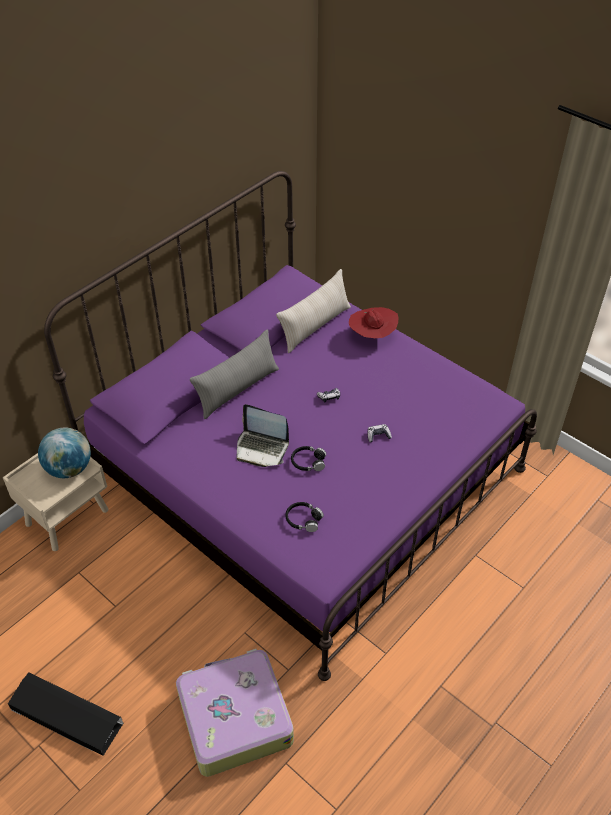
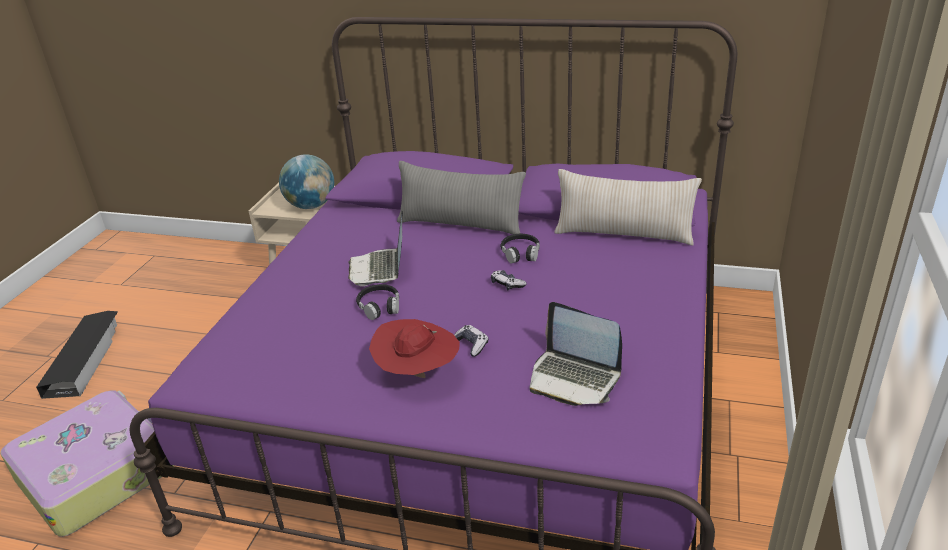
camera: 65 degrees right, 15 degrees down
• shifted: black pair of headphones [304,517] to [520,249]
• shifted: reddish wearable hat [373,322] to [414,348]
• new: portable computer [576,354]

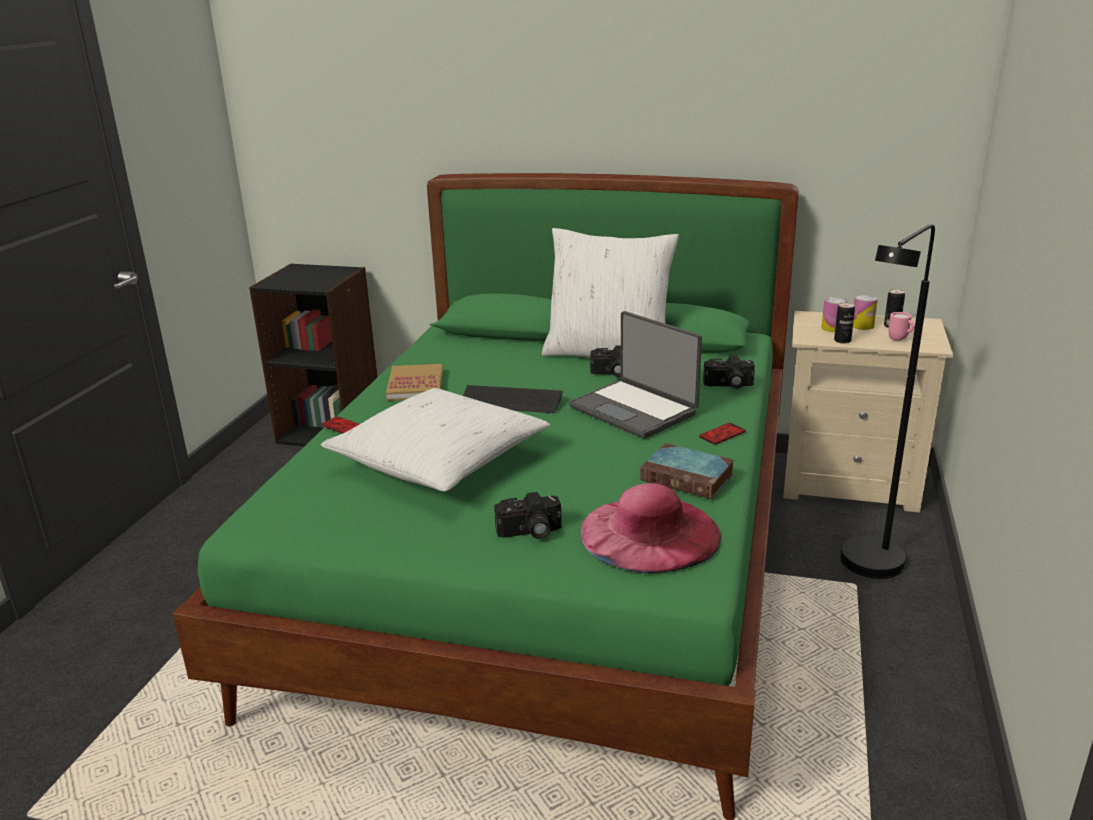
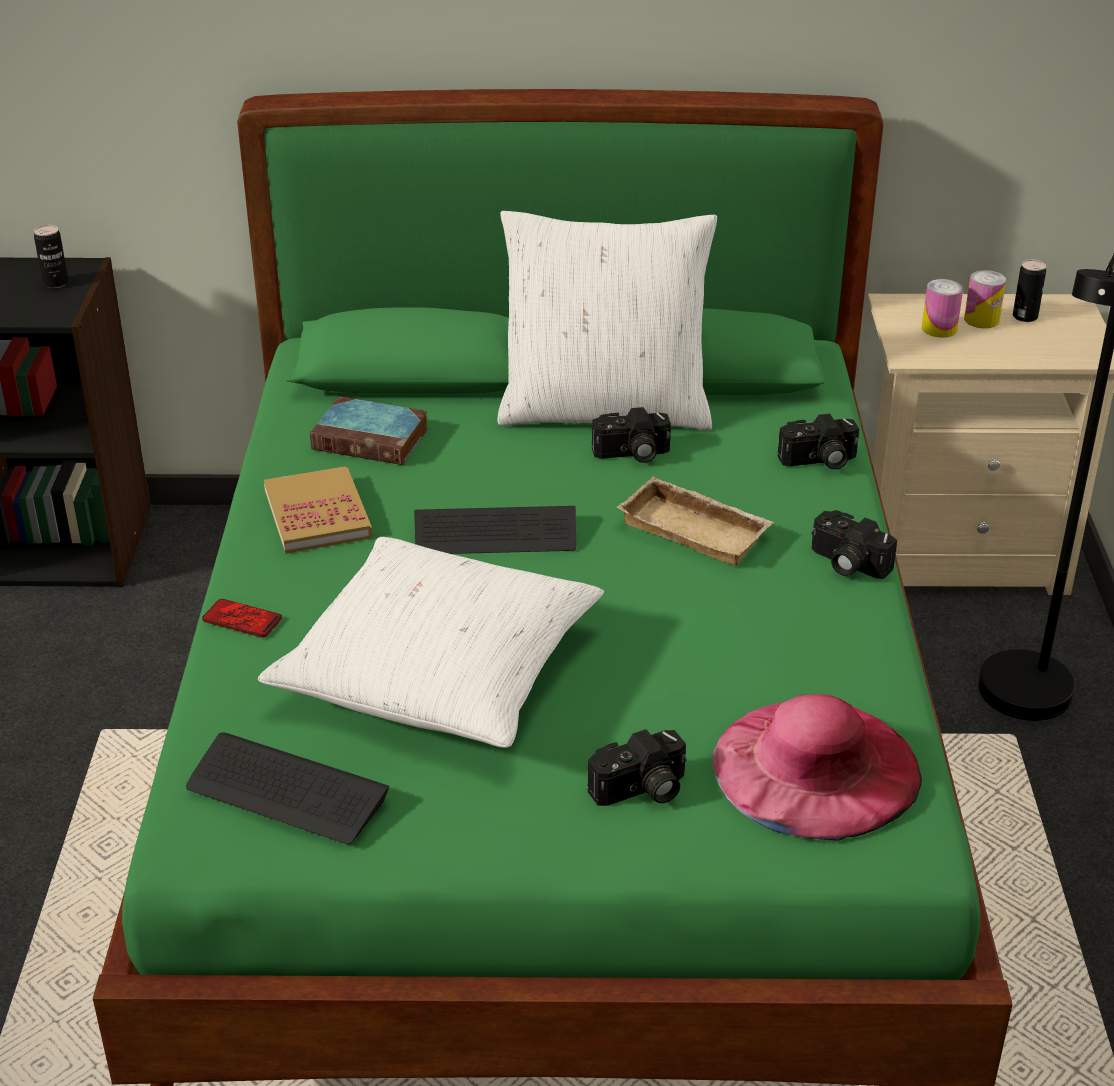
camera: 15 degrees left, 10 degrees up
• swapped: portable computer [635,375] to sand-coloured tray [695,521]
• shifted: bound book [687,471] to [369,430]
• swapped: phone [722,434] to still camera [854,544]
• shifted: can [844,323] to [51,256]
• gone: pink-coloured coffee mug [901,326]
• new: PC keyboard [287,788]

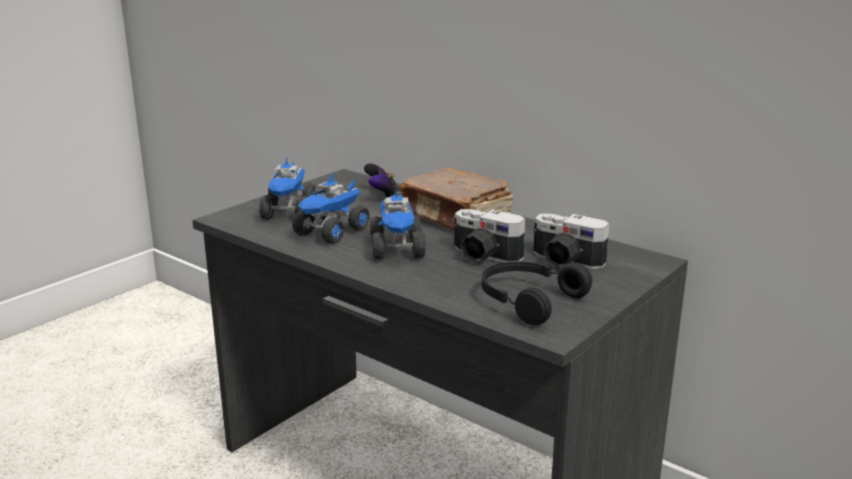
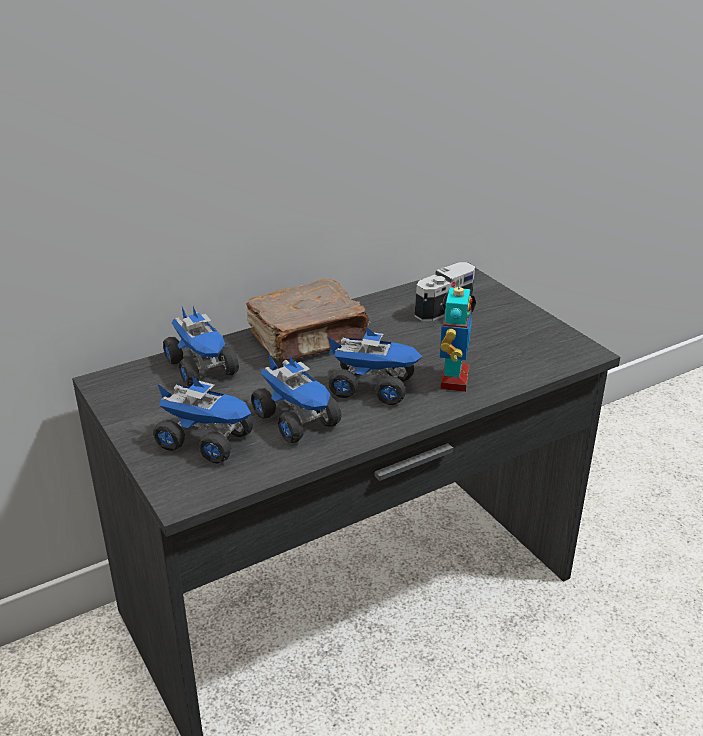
camera: 70 degrees left, 10 degrees up
• swapped: joypad [381,180] to model truck [201,346]
• gone: still camera [490,236]
• gone: black pair of headphones [537,293]
• new: model robot [456,334]

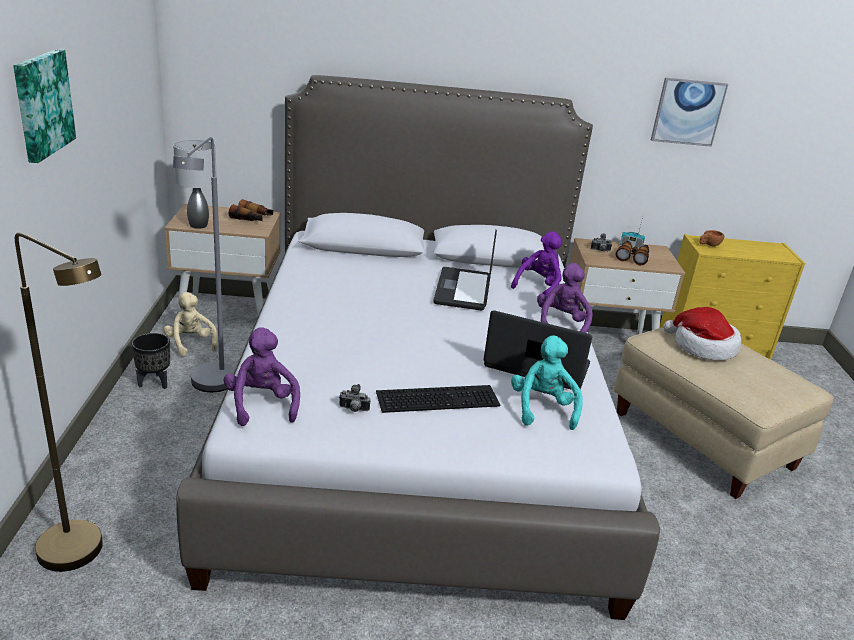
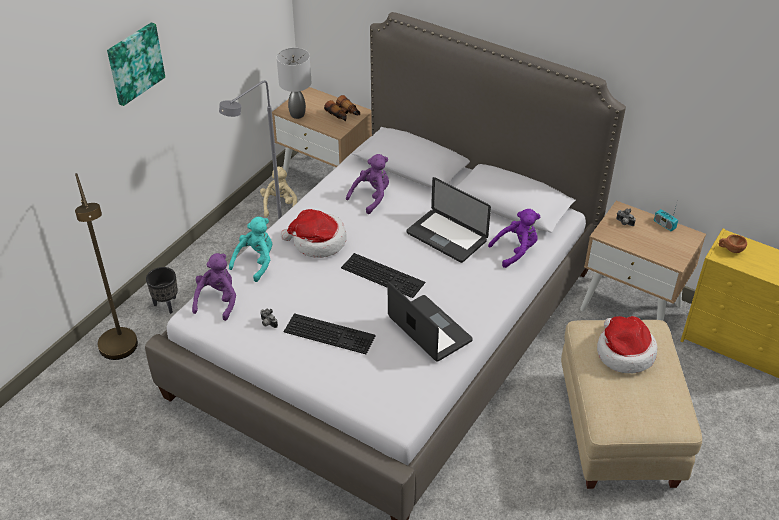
camera: 35 degrees right, 15 degrees up
• shifted: black planter [151,361] to [162,290]
• rotated: portable computer [465,270] = [448,220] 90 degrees counterclockwise
• shifted: turquoise-coloured plush toy [547,382] to [250,249]
• shifted: purplish plush toy [565,298] to [367,184]
• gone: pair of binoculars [632,253]
• gone: picture [689,112]
• new: wearable hat [314,233]
• new: PC keyboard [383,275]

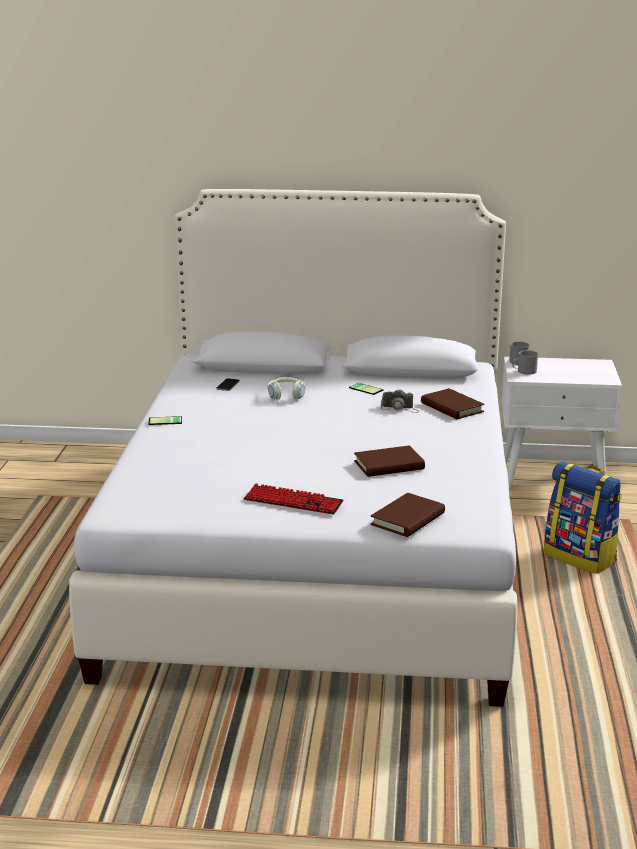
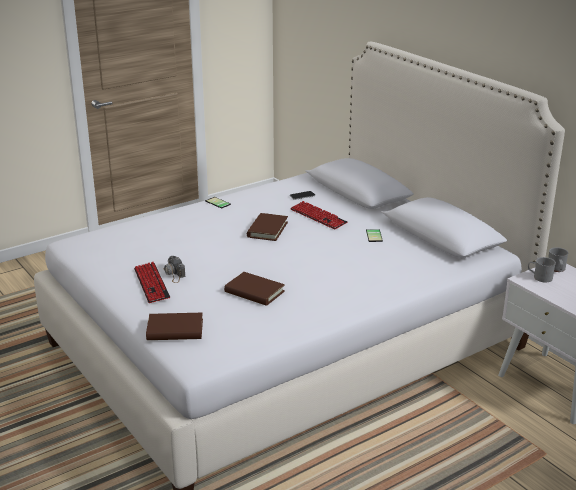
camera: 50 degrees right, 5 degrees up
• swapped: pair of headphones [286,388] to PC keyboard [319,215]
• shifted: still camera [400,401] to [175,269]
• shifted: brown bound book [452,403] to [267,227]
• gone: backpack [583,518]

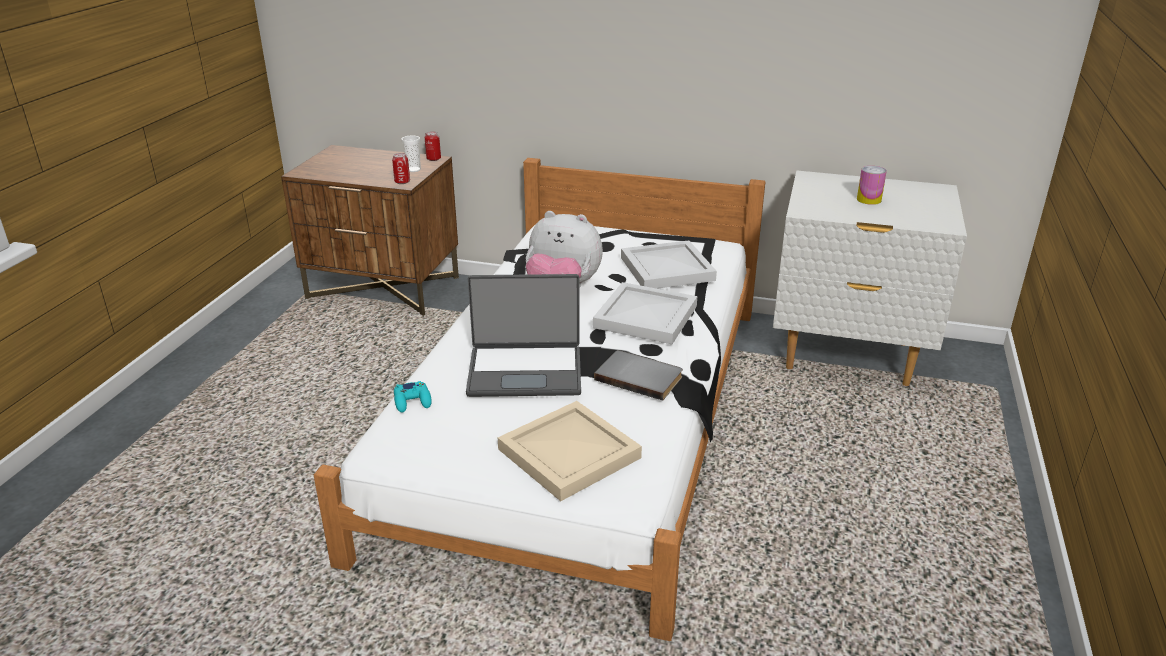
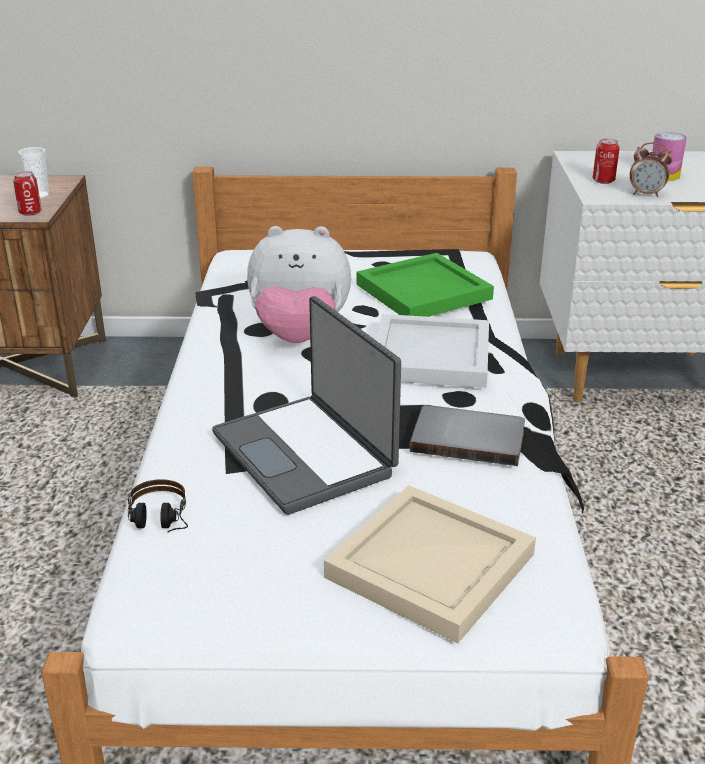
camera: 15 degrees left, 0 degrees up
• swapped: turquoise-coloured joypad [413,397] to pair of headphones [158,506]
• shifted: can [433,146] to [606,161]
• rotated: portable computer [523,335] = [306,405] 75 degrees clockwise
• repainted: white-coloured tray [669,264] to green tray [425,285]
• new: alarm clock [651,169]

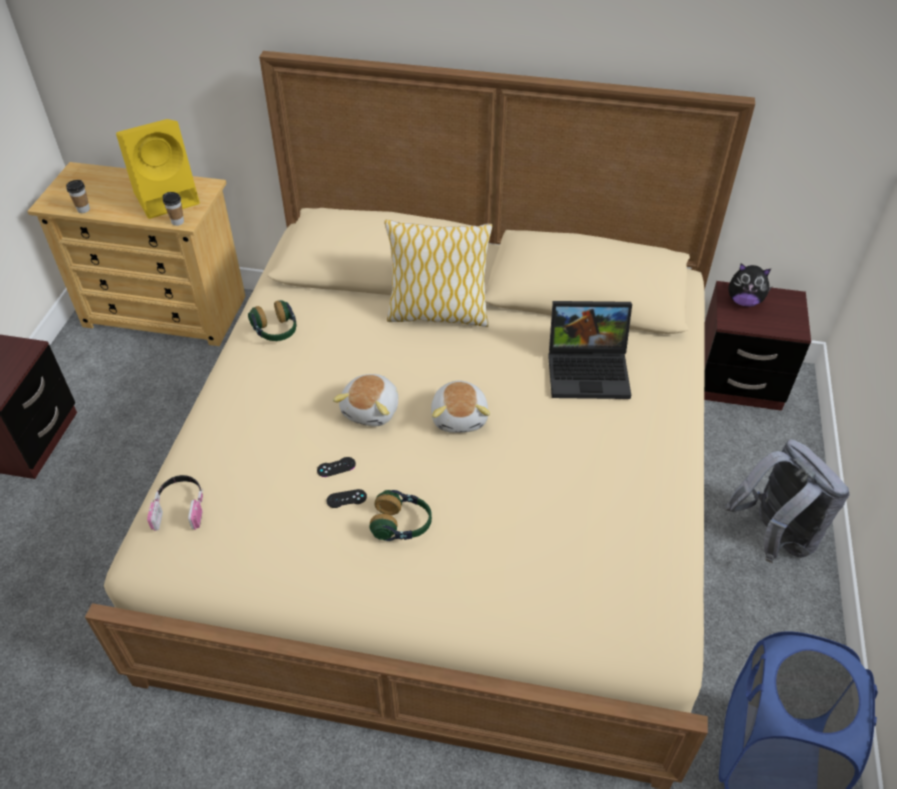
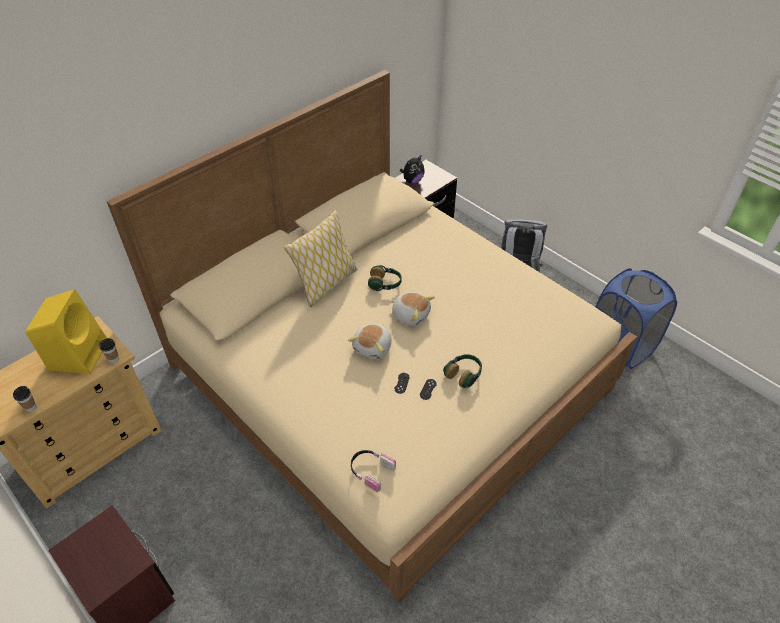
camera: 55 degrees left, 0 degrees up
• shifted: pair of headphones [272,320] to [385,278]
• rotated: plush toy [365,400] = [370,341] 60 degrees clockwise
• gone: portable computer [590,350]

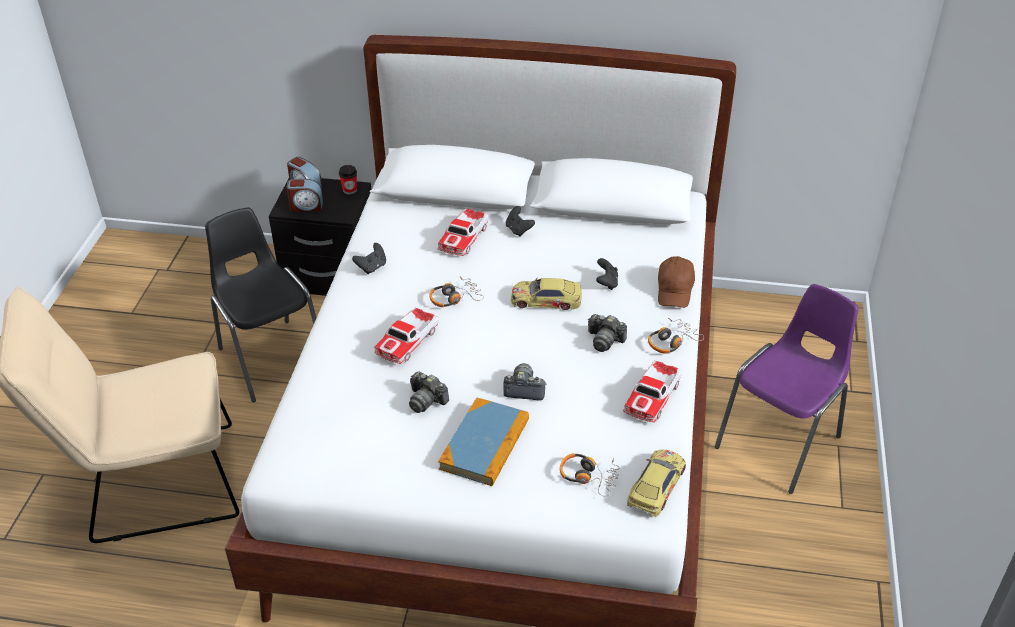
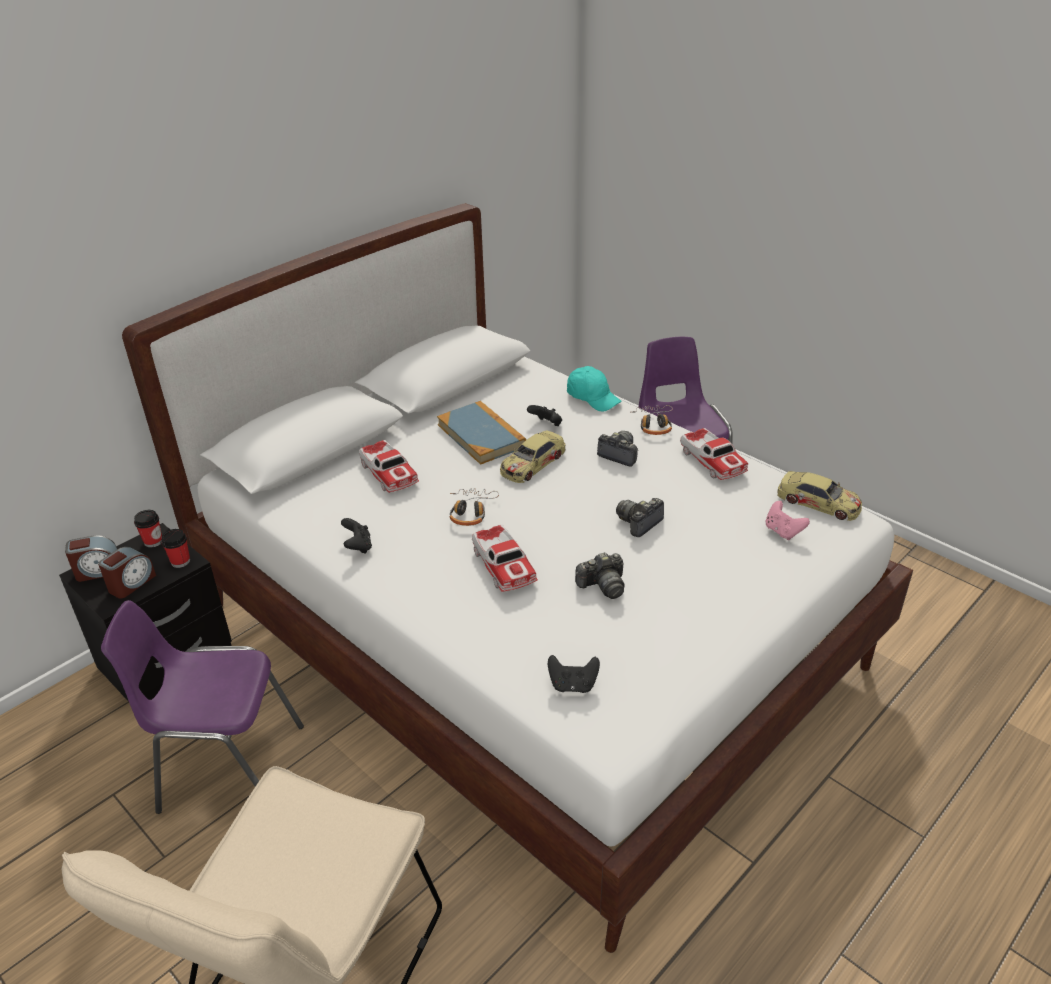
camera: 55 degrees left, 5 degrees down
• repainted: black chair [260,304] to purplish chair [202,707]
• shifted: bound book [483,442] to [481,433]
• shifted: black joypad [520,221] to [574,674]
• swapped: pair of headphones [589,474] to pink-coloured joypad [788,520]
• rotated: still camera [607,333] = [617,449] 120 degrees counterclockwise
• rotated: toy car [656,483] = [819,496] 150 degrees clockwise
• repainted: brown baseball cap [676,282] to turquoise-coloured baseball cap [594,389]
• new: drinking cup [175,548]

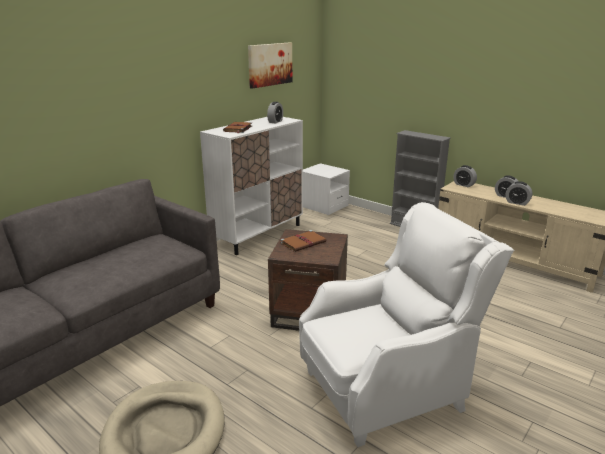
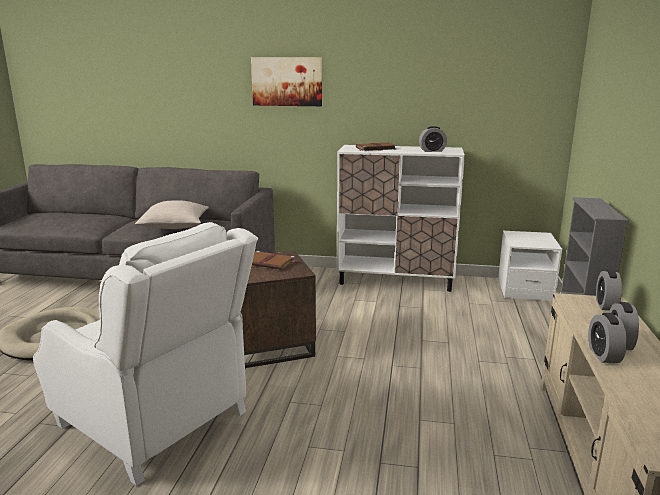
camera: 60 degrees right, 5 degrees down
• shifted: picture [270,65] to [286,81]
• new: sand-coloured pillow [172,214]

